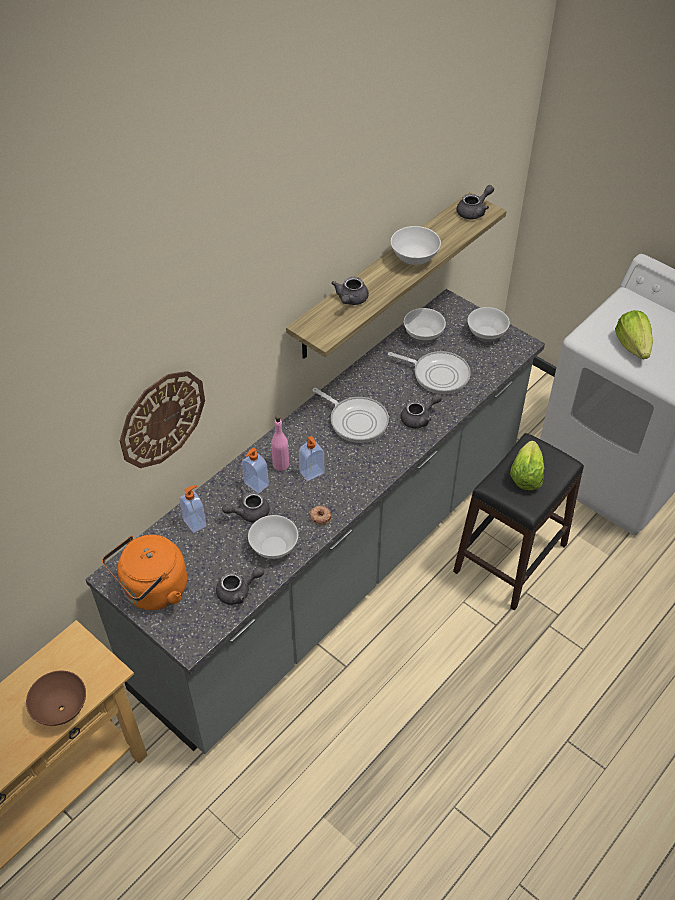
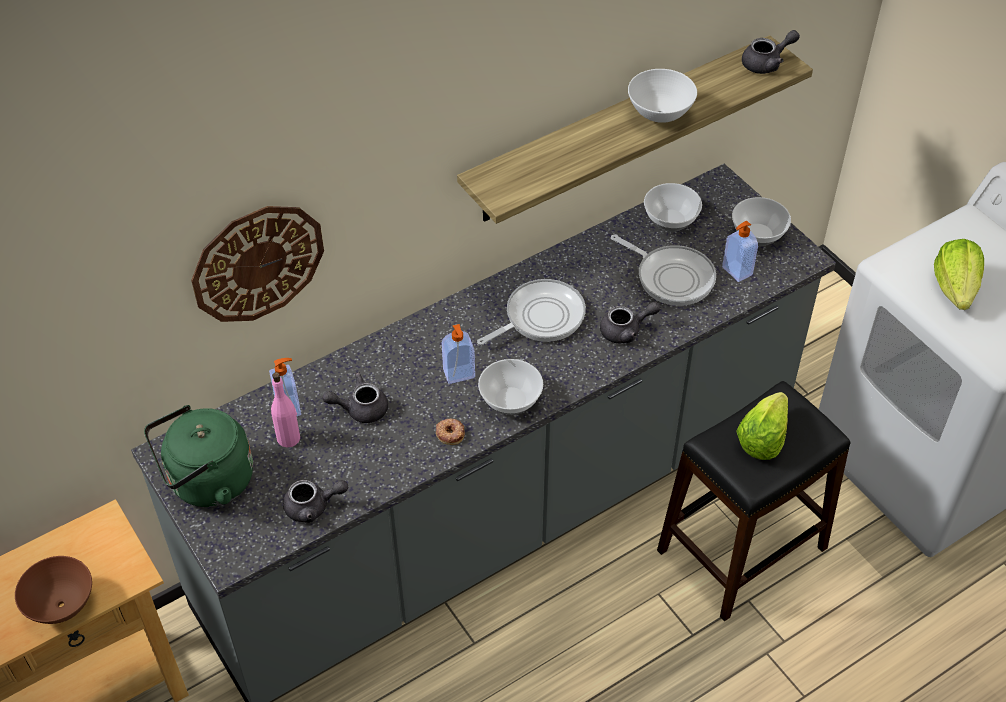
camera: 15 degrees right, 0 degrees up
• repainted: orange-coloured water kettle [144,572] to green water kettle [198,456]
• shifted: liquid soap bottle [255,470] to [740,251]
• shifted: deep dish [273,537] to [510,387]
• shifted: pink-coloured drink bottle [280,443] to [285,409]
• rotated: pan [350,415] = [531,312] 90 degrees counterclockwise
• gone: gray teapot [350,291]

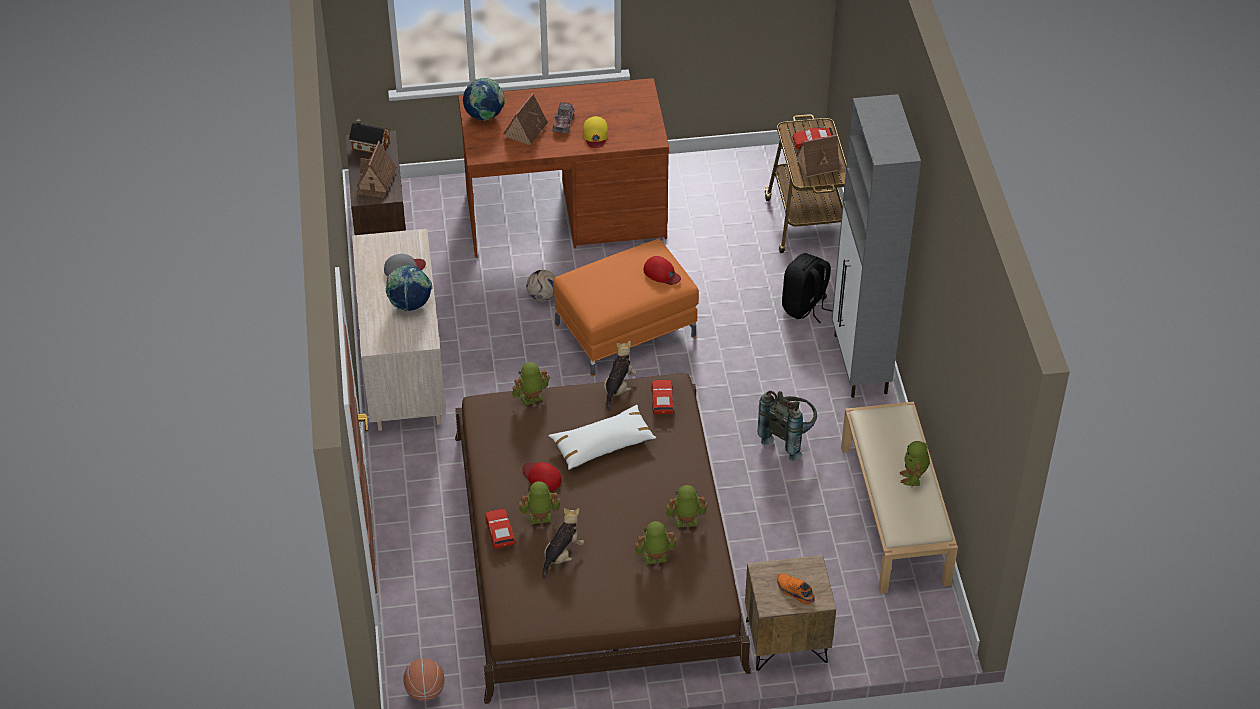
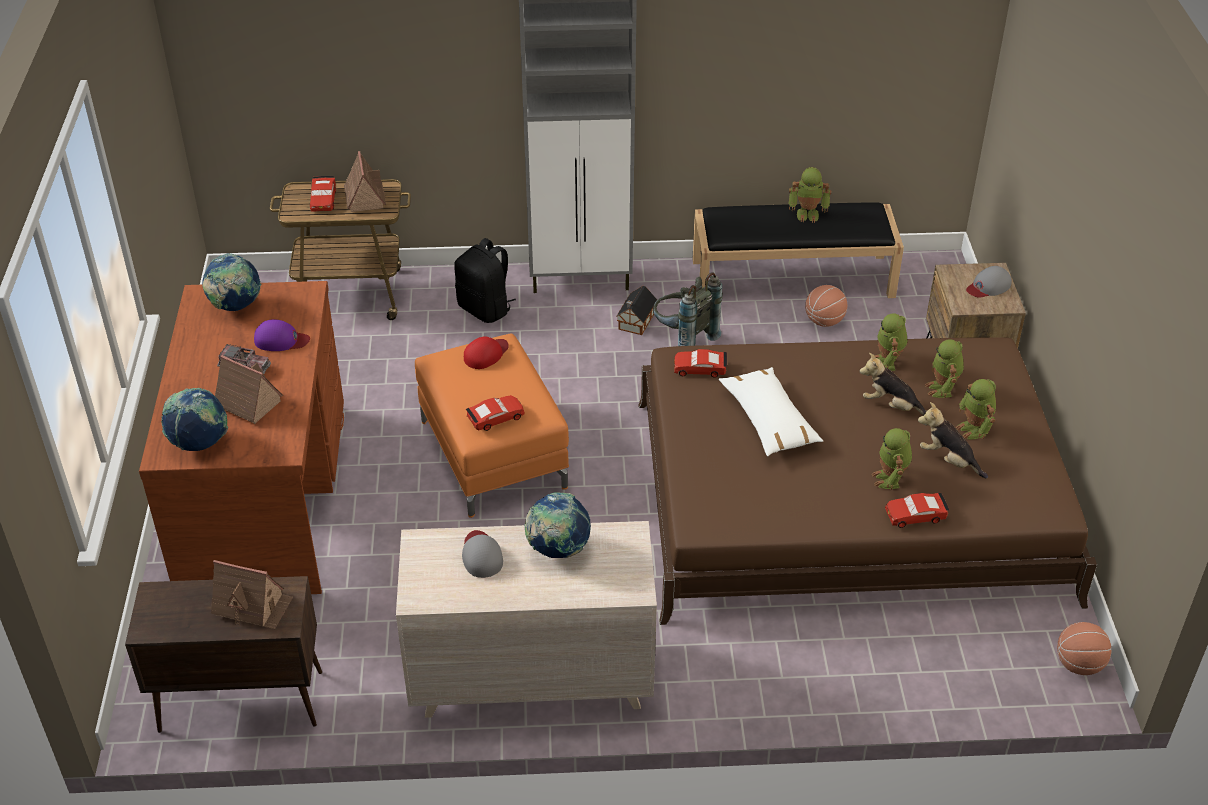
camera: 85 degrees left, 5 degrees down
• shifted: model house [369,135] to [636,310]
• shifted: model robot [531,384] to [976,409]
• gone: reddish baseball cap [542,477]
• gone: football [540,285]
• repainted: yellow-coloured baseball cap [595,132] to purplish baseball cap [282,335]
• shifted: plush toy [620,376] to [892,384]
• swapped: orange-coloured shoe [796,589] to gray baseball cap [989,282]
• repainted: sand-coloured indoor bench [899,497] to black indoor bench [798,250]
• new: globe [232,282]
• new: reddish toy car [495,413]
• new: basketball [826,306]

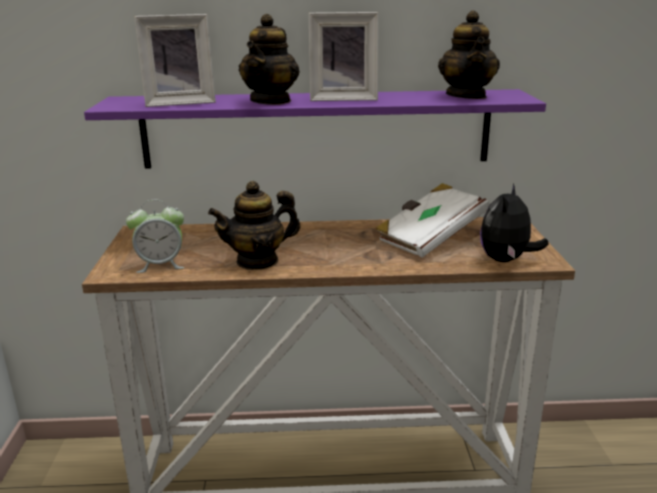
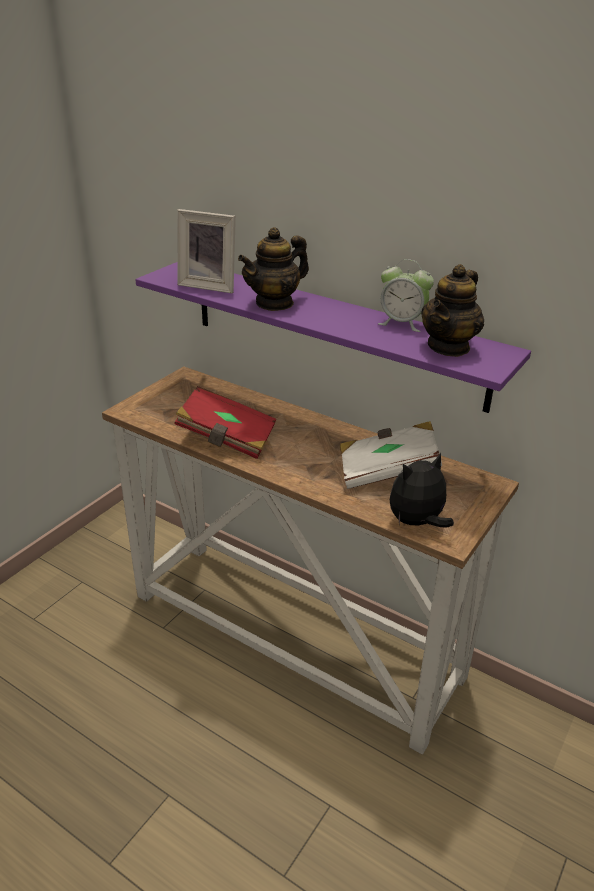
camera: 35 degrees right, 10 degrees up
• shifted: alarm clock [155,236] to [406,295]
• swapped: teapot [254,225] to reddish bound book [225,422]
• gone: photo frame [344,56]

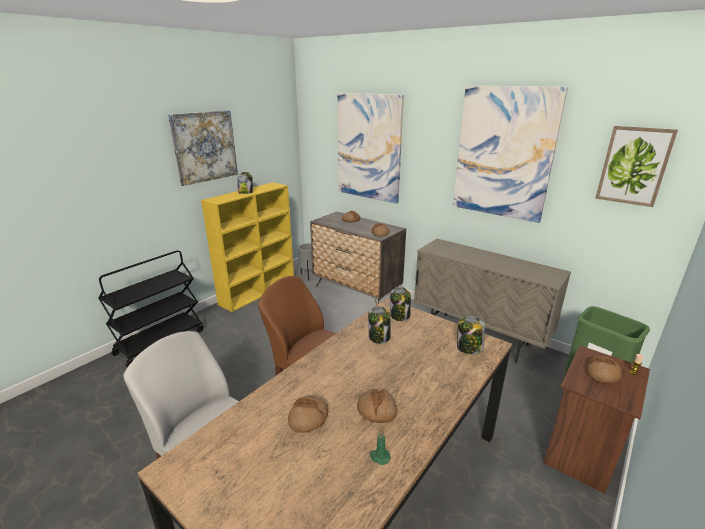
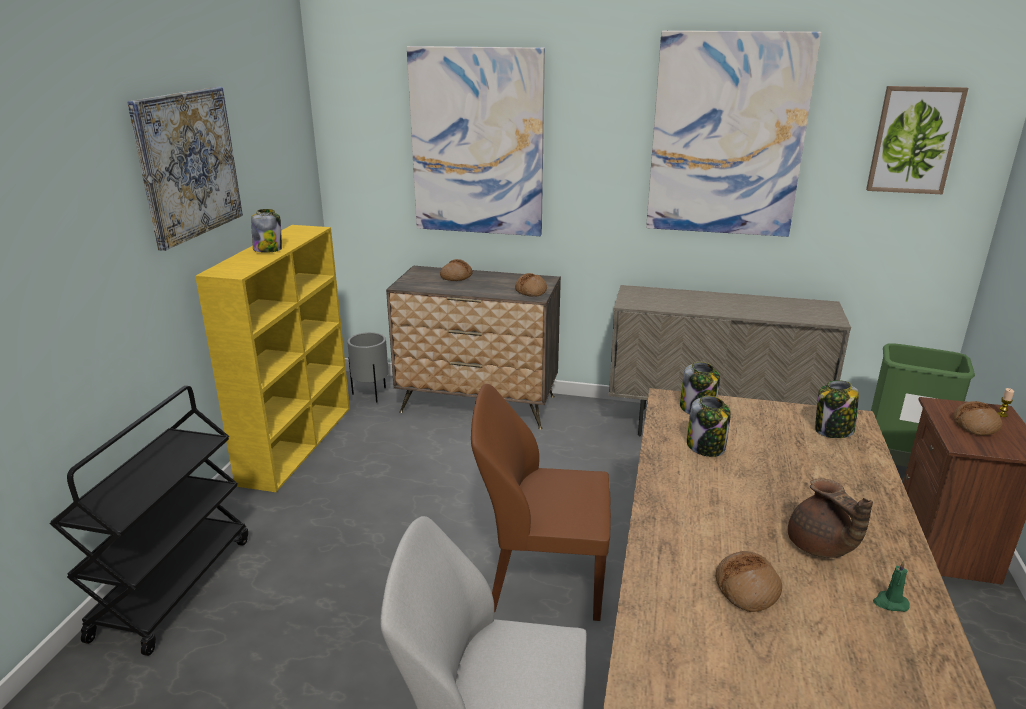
camera: 25 degrees left, 0 degrees up
• swapped: bread [377,406] to brown teapot [830,518]

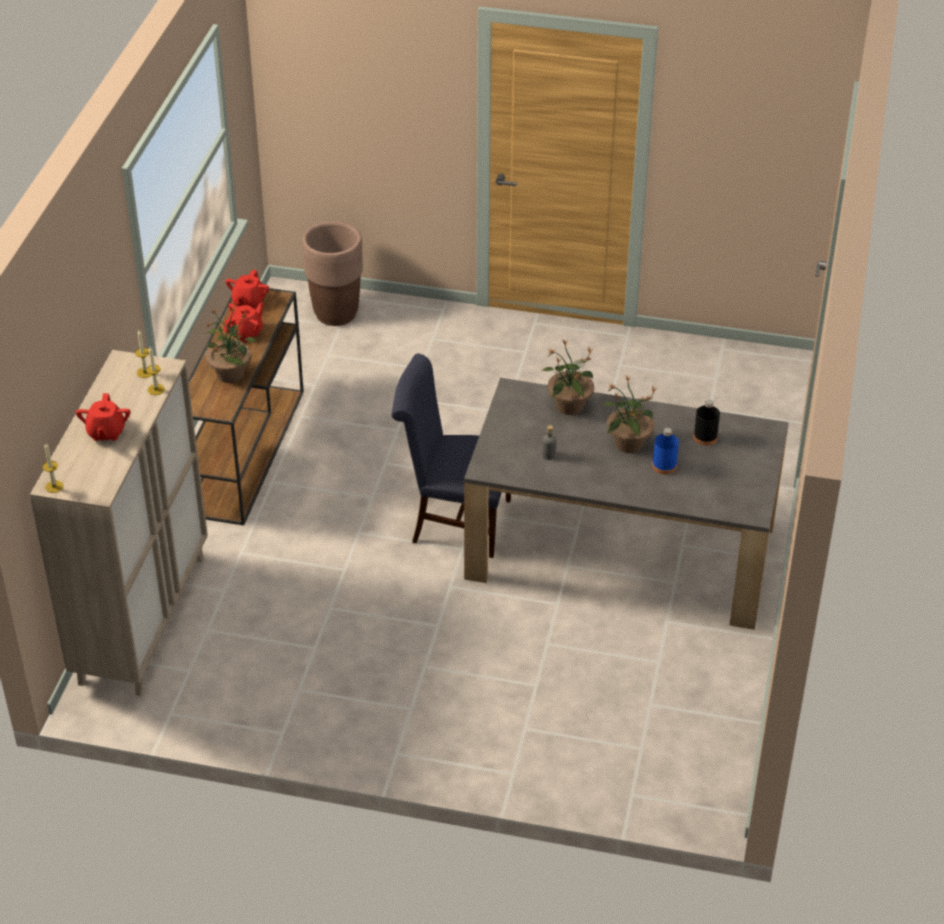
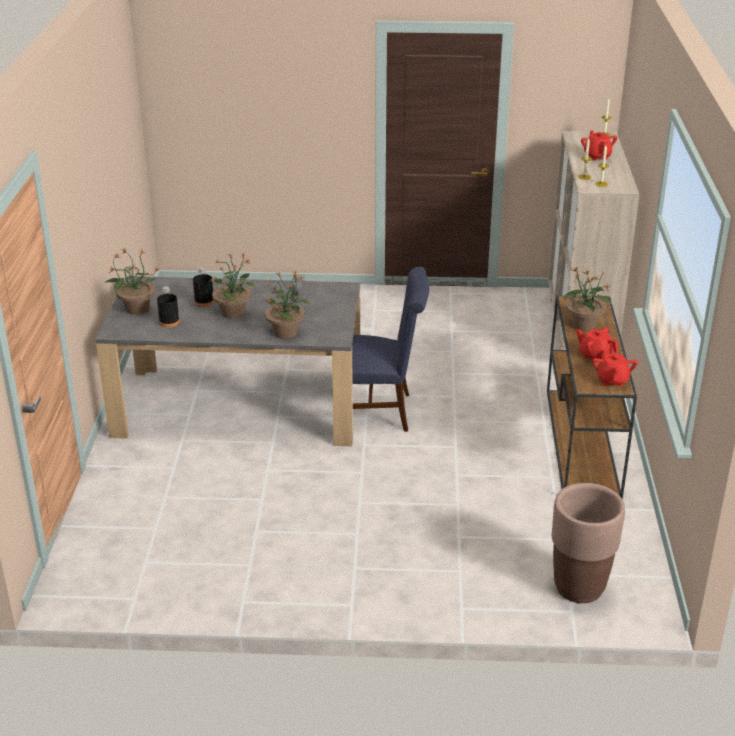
camera: 170 degrees right, 10 degrees down
• rotated: reddish teapot [244,322] = [597,345] 90 degrees clockwise
• repainted: blue-coloured drink bottle [665,451] to black drink bottle [203,287]
• new: potted plant [132,282]

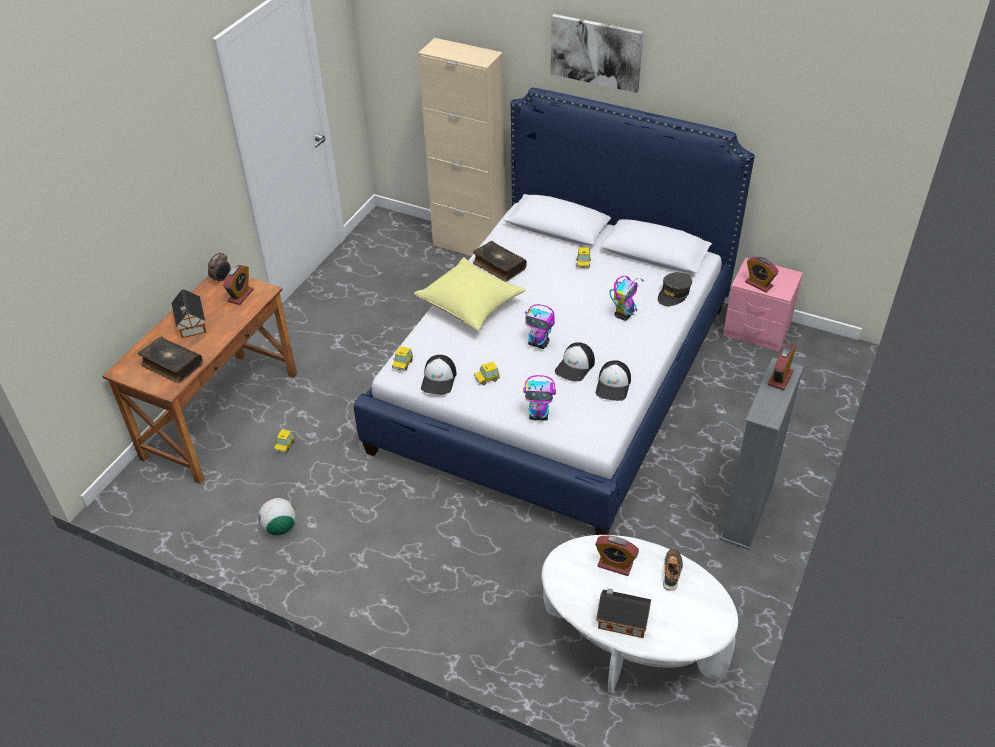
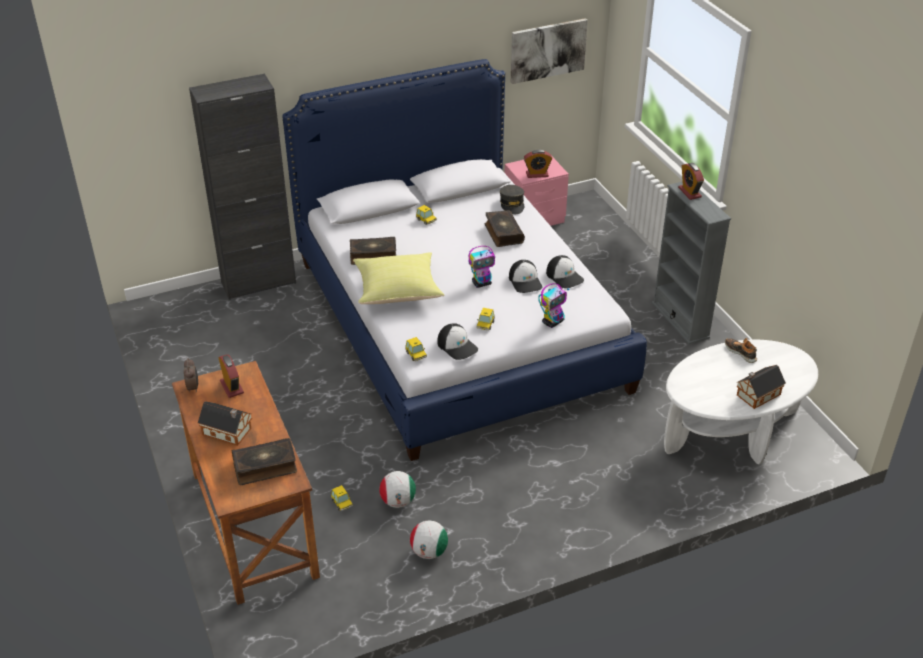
camera: 50 degrees left, 5 degrees down
• repainted: sand-coloured storage cabinet [461,147] to black storage cabinet [242,187]
• shifted: picture [596,53] to [549,51]
• gone: alarm clock [617,555]
• swapped: model robot [627,298] to bound book [504,228]
• new: football [397,489]

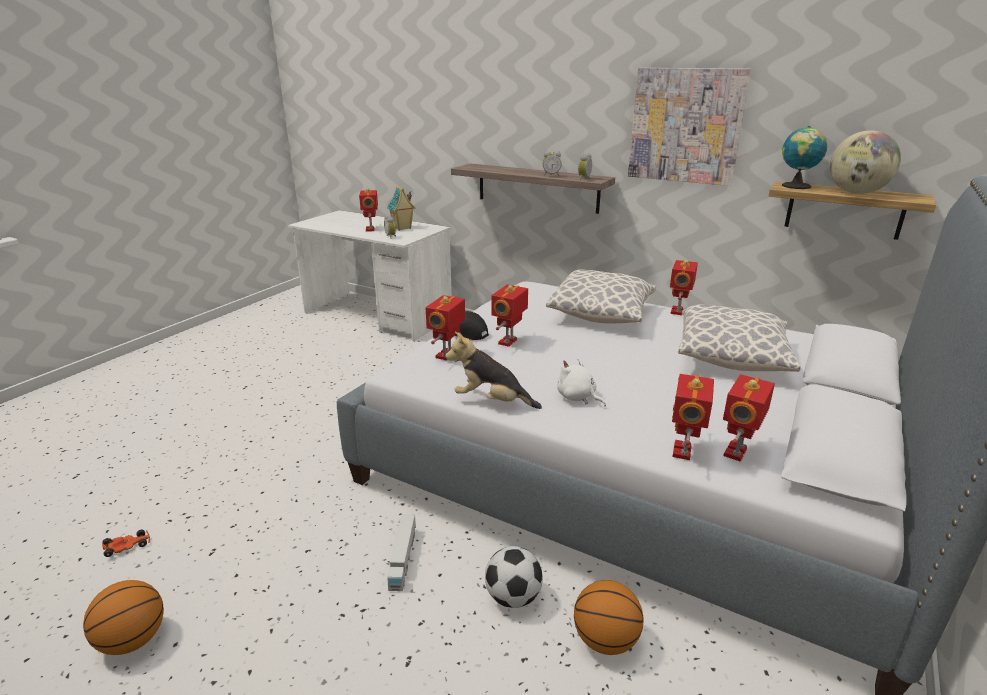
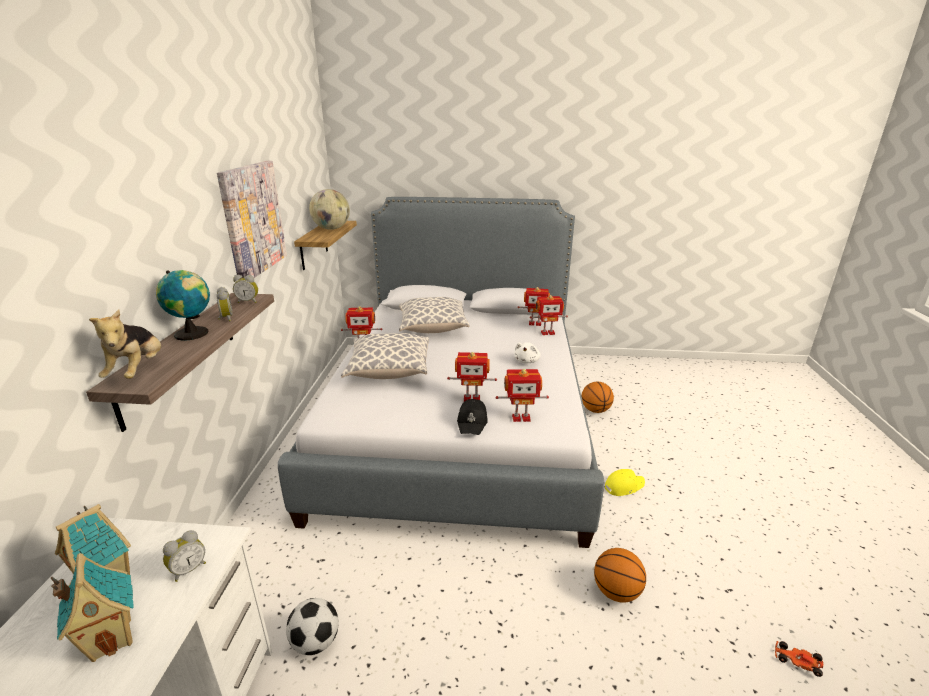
camera: 115 degrees left, 0 degrees up
• shifted: basketball [123,617] to [620,575]
• swapped: model robot [368,210] to model house [92,607]
• swapped: model truck [402,552] to yellow-coloured baseball cap [625,482]
• shifted: plush toy [493,370] to [125,344]
• shifted: football [514,577] to [312,626]
• shifted: globe [804,157] to [183,305]

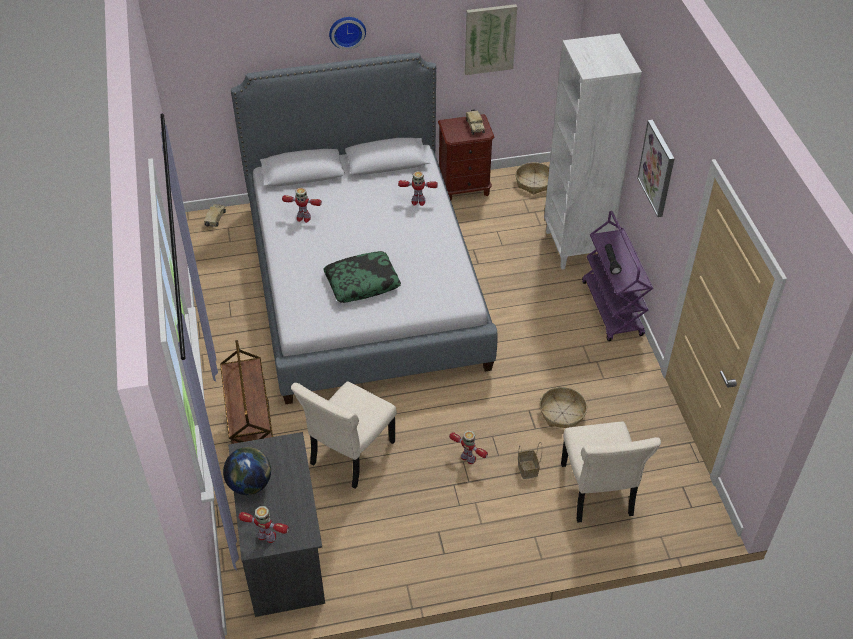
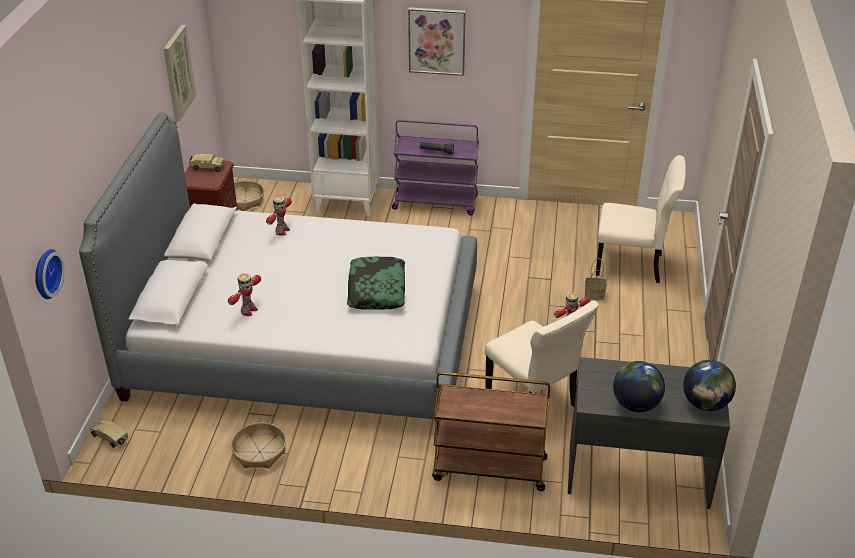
camera: 70 degrees left, 10 degrees down
• swapped: model robot [264,524] to globe [709,385]
• shifted: hanging clock [347,33] to [50,274]
• shifted: storage basket [563,407] to [258,446]

